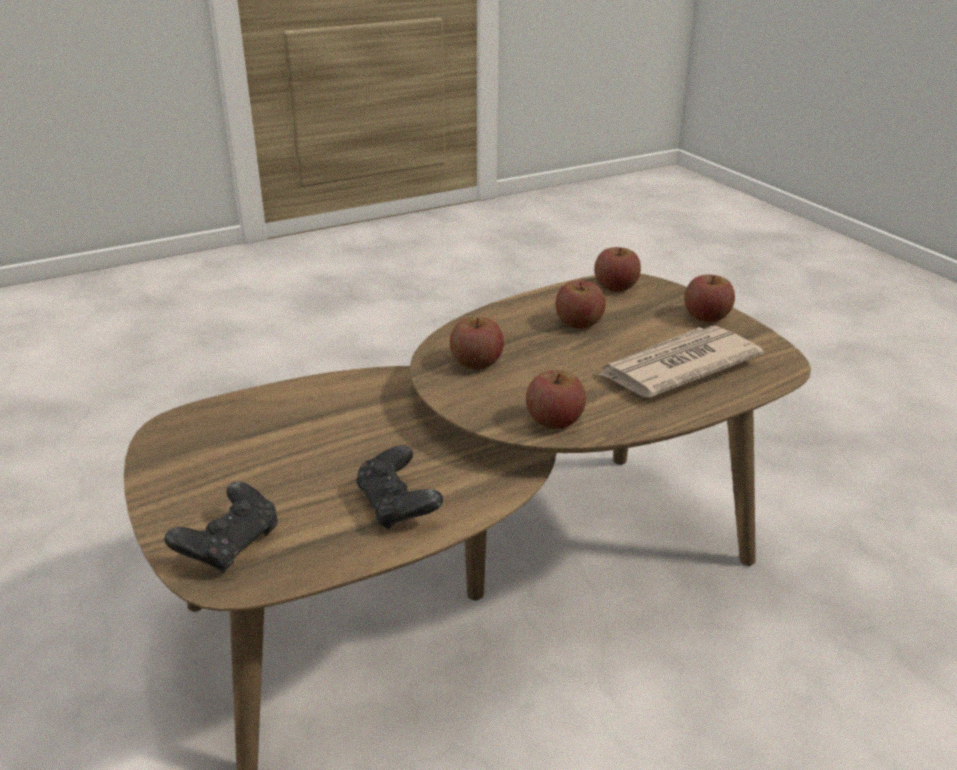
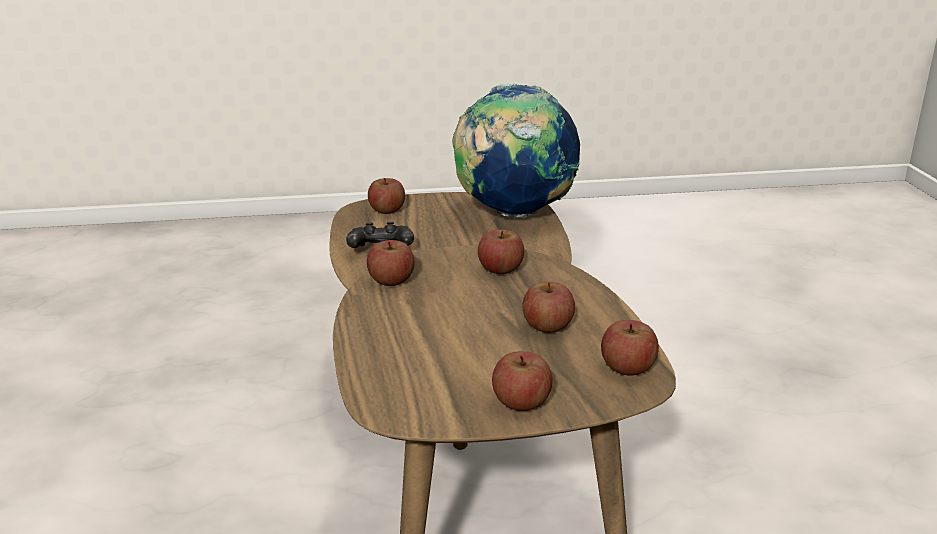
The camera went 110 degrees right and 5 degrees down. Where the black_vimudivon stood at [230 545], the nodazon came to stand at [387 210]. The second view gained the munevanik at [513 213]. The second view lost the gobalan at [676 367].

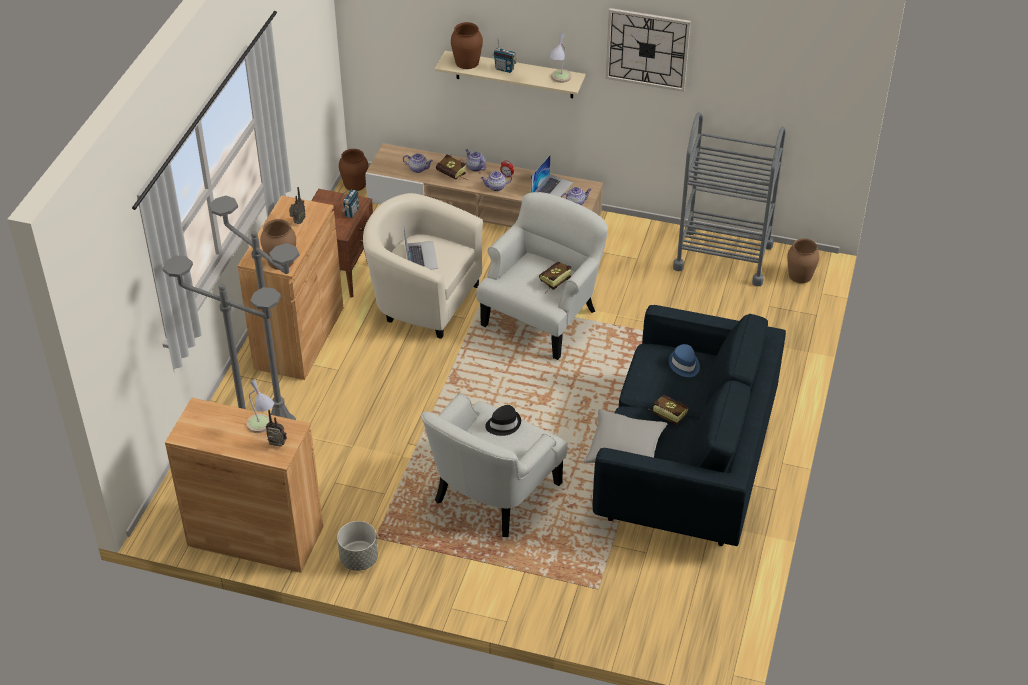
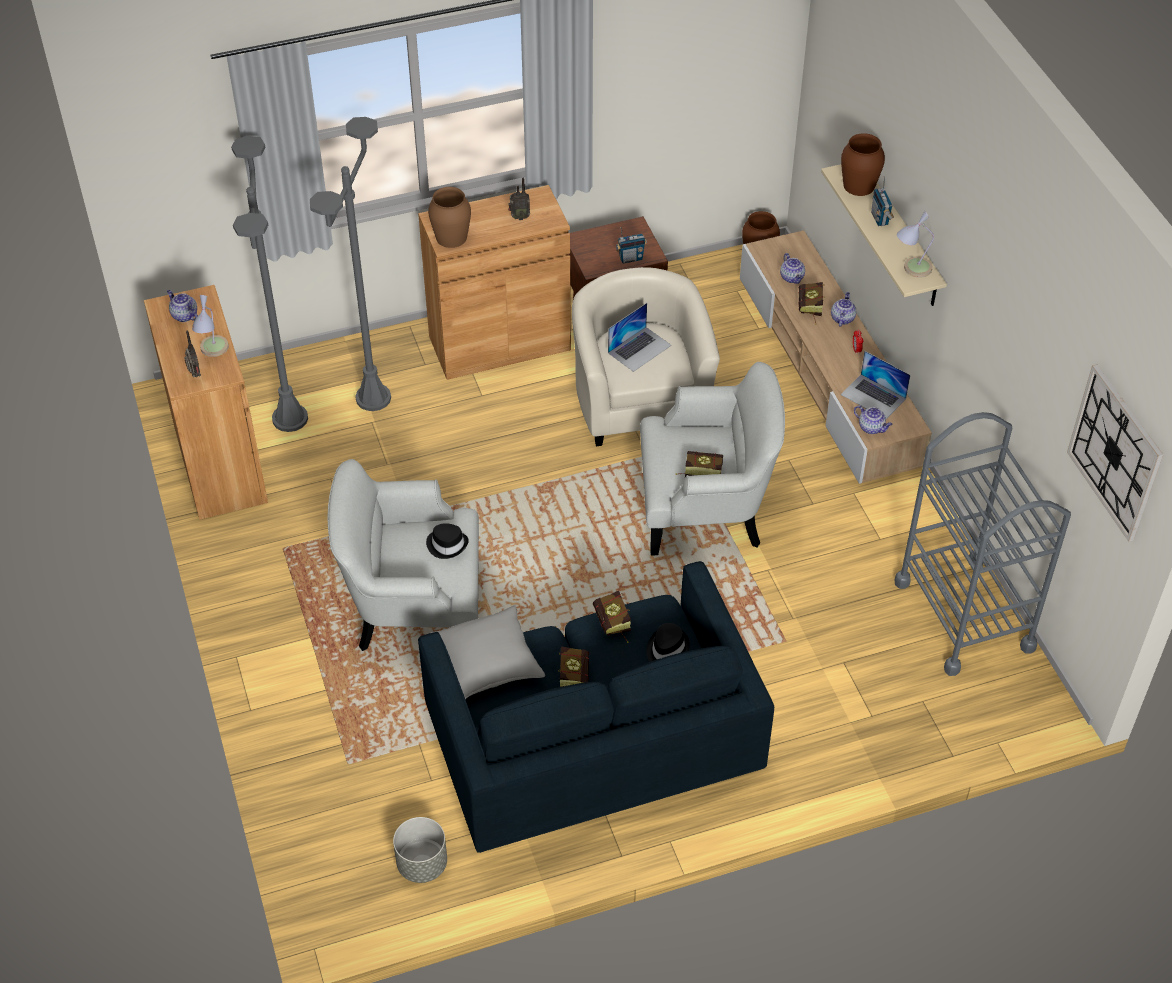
The camera went 55 degrees right and 5 degrees up. The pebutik ended up elsewhere, having gone from [496 187] to [184 315]. The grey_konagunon ended up elsewhere, having gone from [359 559] to [422 864]. The second view gained the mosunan at [613 626]. What was the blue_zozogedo at [684 365] turned into the black_zozogedo at [666 649]. The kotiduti at [552 189] ended up facing another way, 45 degrees clockwise from before. The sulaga ended up elsewhere, having gone from [647 49] to [1115 452]. The second view lost the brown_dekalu at [800 275].

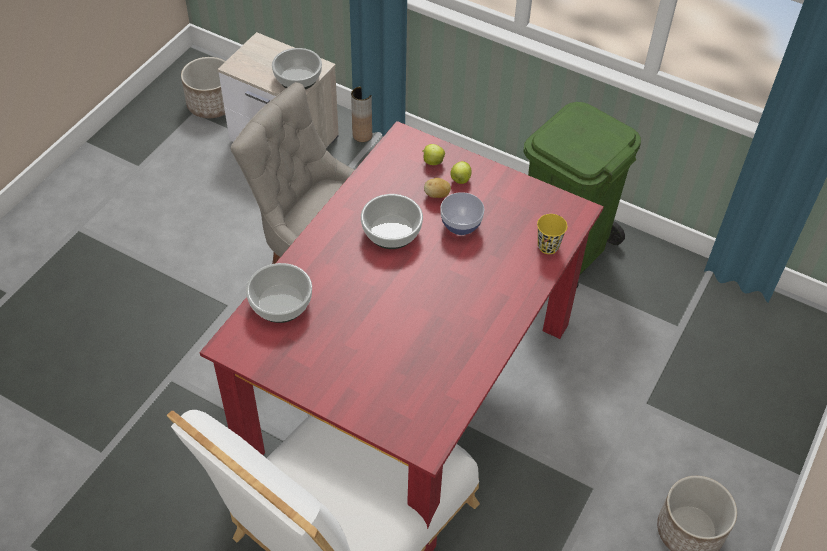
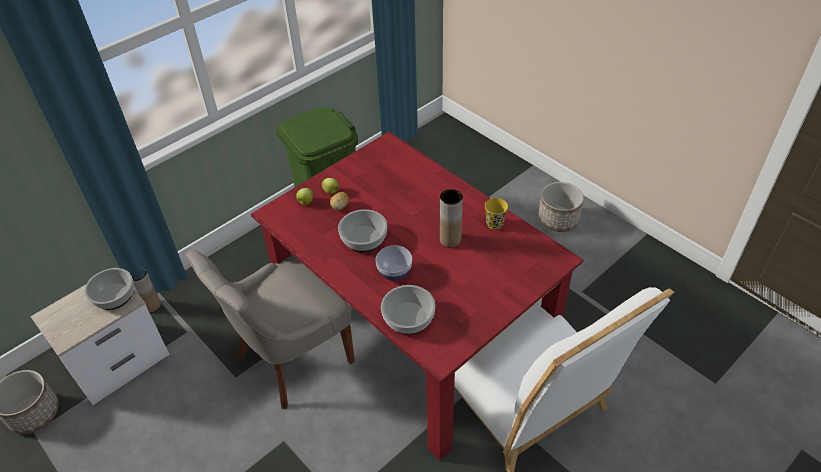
The camera went 70 degrees left and 5 degrees down. The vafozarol ended up elsewhere, having gone from [460 225] to [394 273]. The second view gained the brown_dekalu at [450 240]. The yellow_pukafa ended up elsewhere, having gone from [548 246] to [494 224].

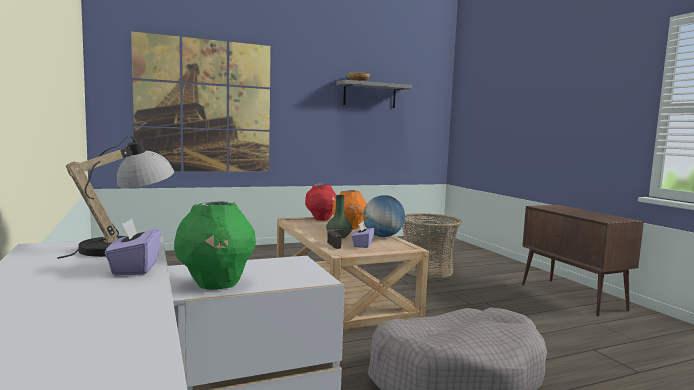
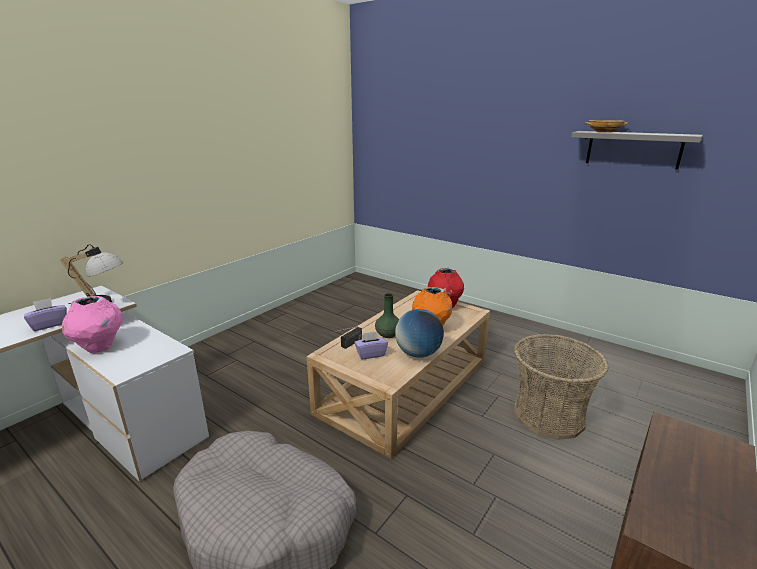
The camera went 60 degrees right and 15 degrees up. What was the green_dekalu at [216 285] turned into the pink_dekalu at [100 347]. The second view lost the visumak at [204 106].

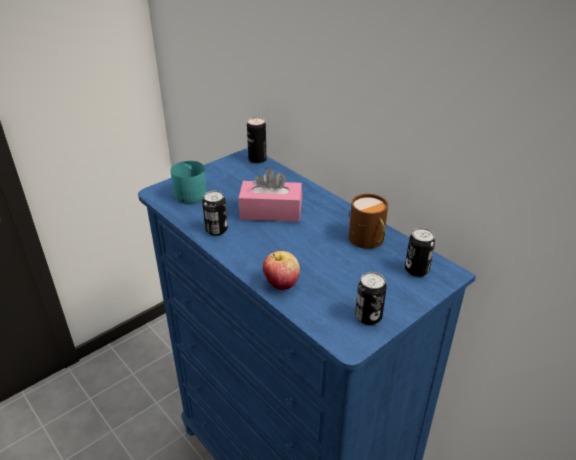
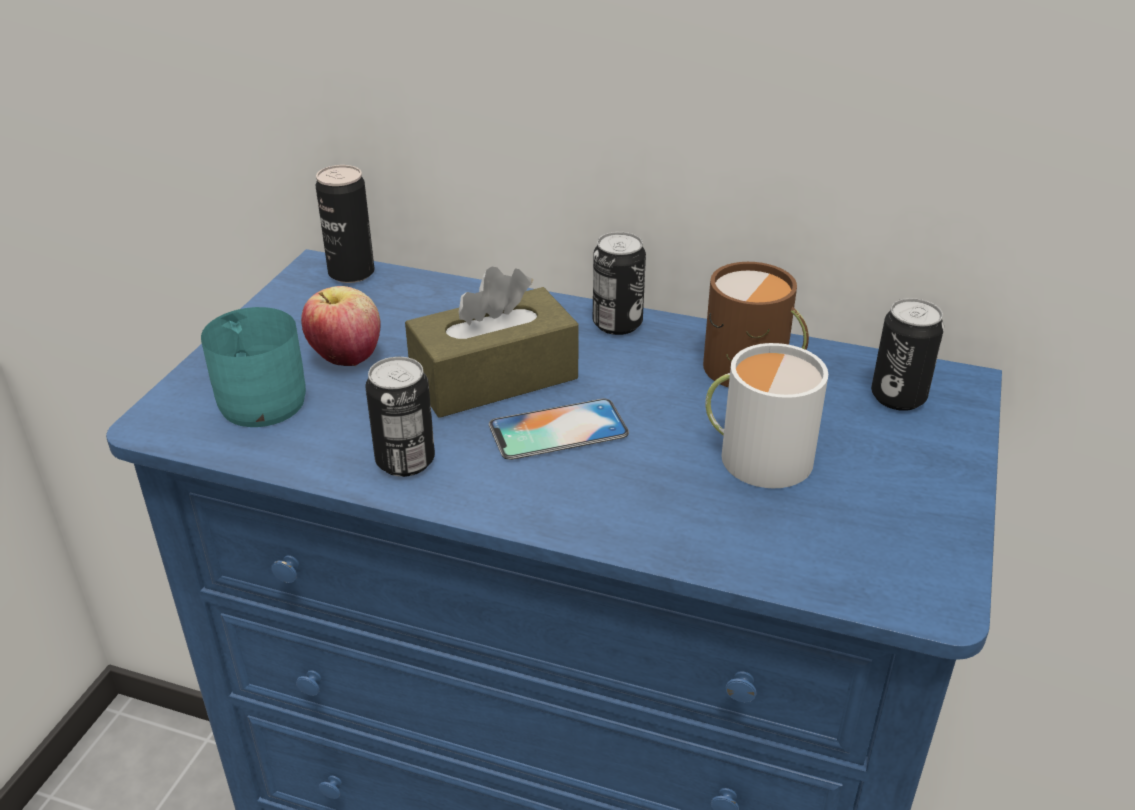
The camera went 30 degrees left and 0 degrees up. The nodazon ended up elsewhere, having gone from [281 284] to [346 357]. What was the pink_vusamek at [271 212] turned into the brown_vusamek at [494 377]. The second view gained the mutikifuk at [558 430]. The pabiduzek ended up elsewhere, having gone from [368 317] to [617 323]. The second view gained the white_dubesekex at [756 455].

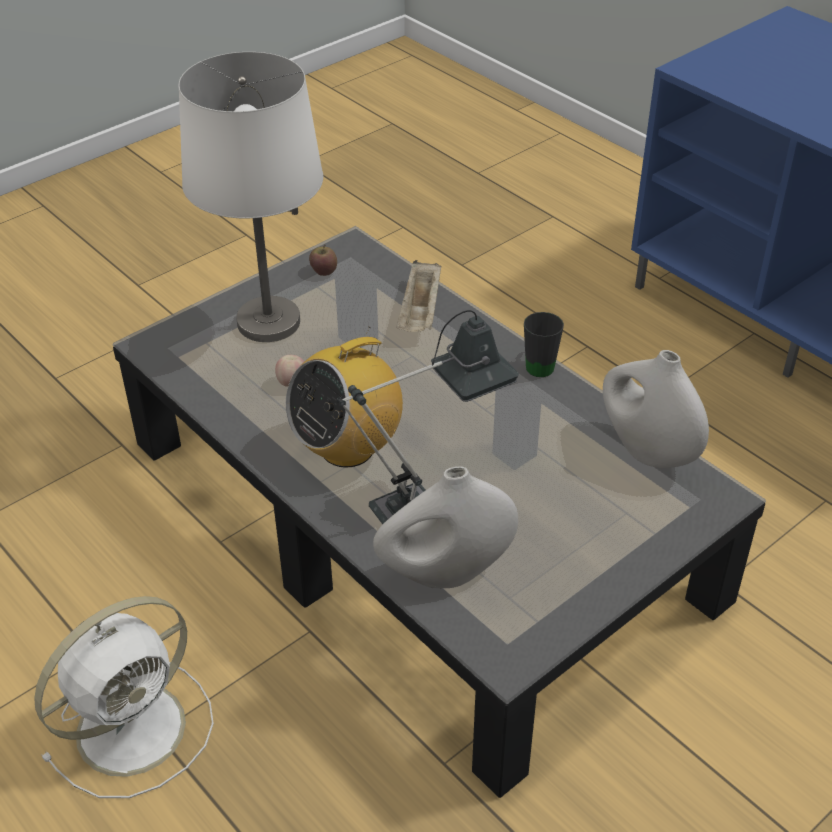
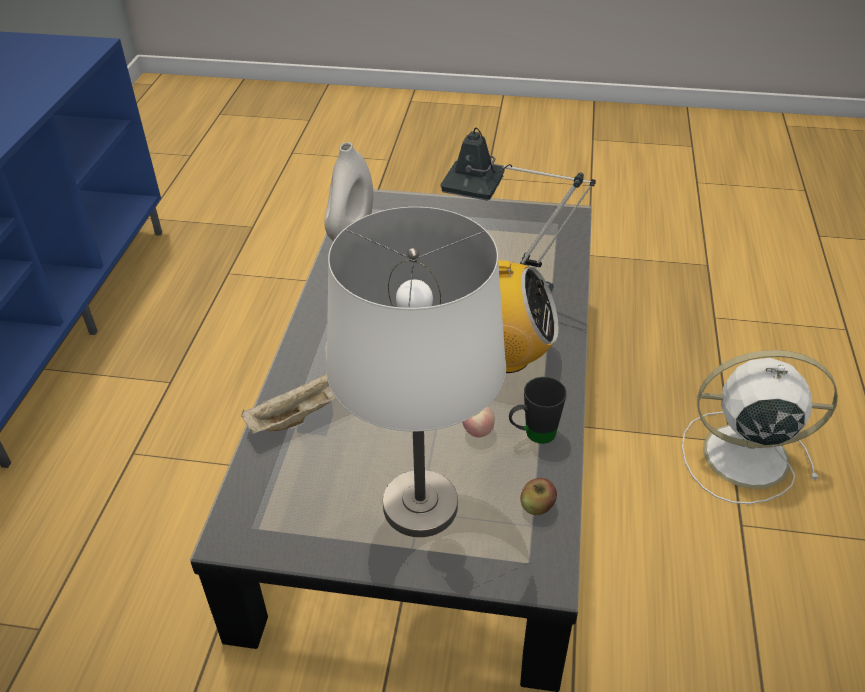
The camera went 130 degrees left and 0 degrees up. The black_dubesekex ended up elsewhere, having gone from [542 363] to [533 435]. The nodazon ended up elsewhere, having gone from [324 271] to [537 506]. The second view lost the white_dekalu at [445 574].

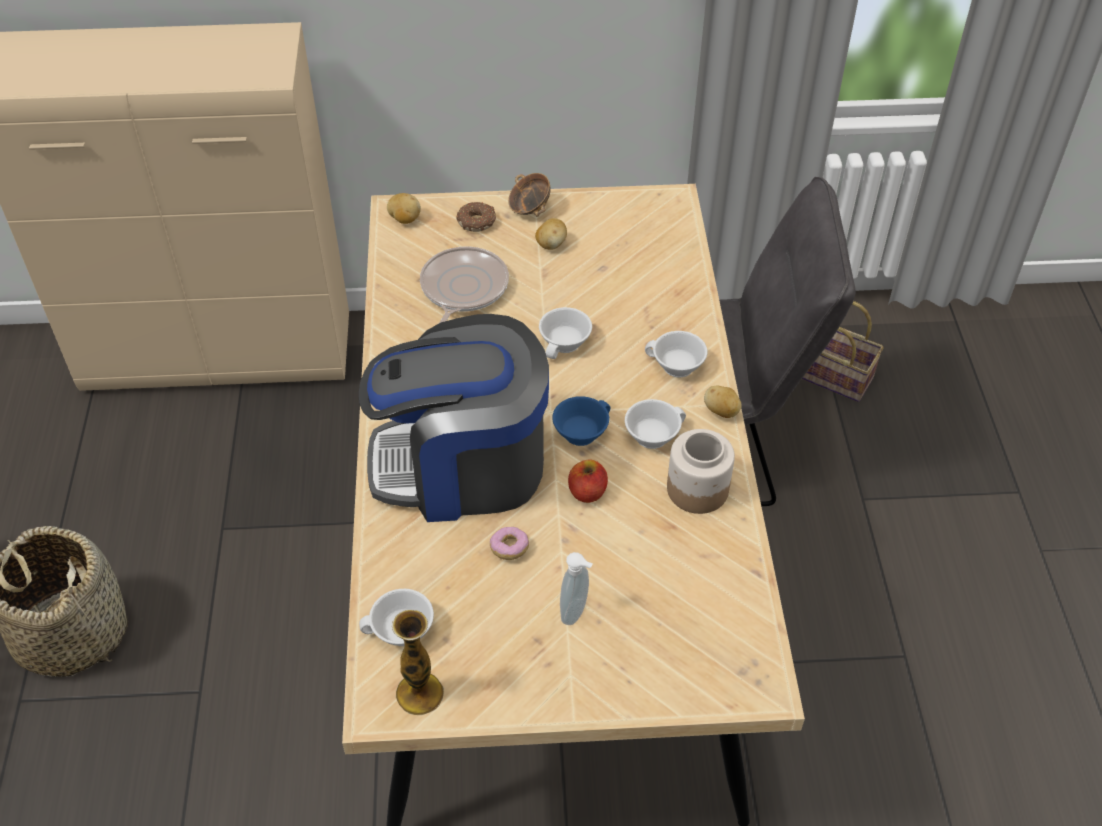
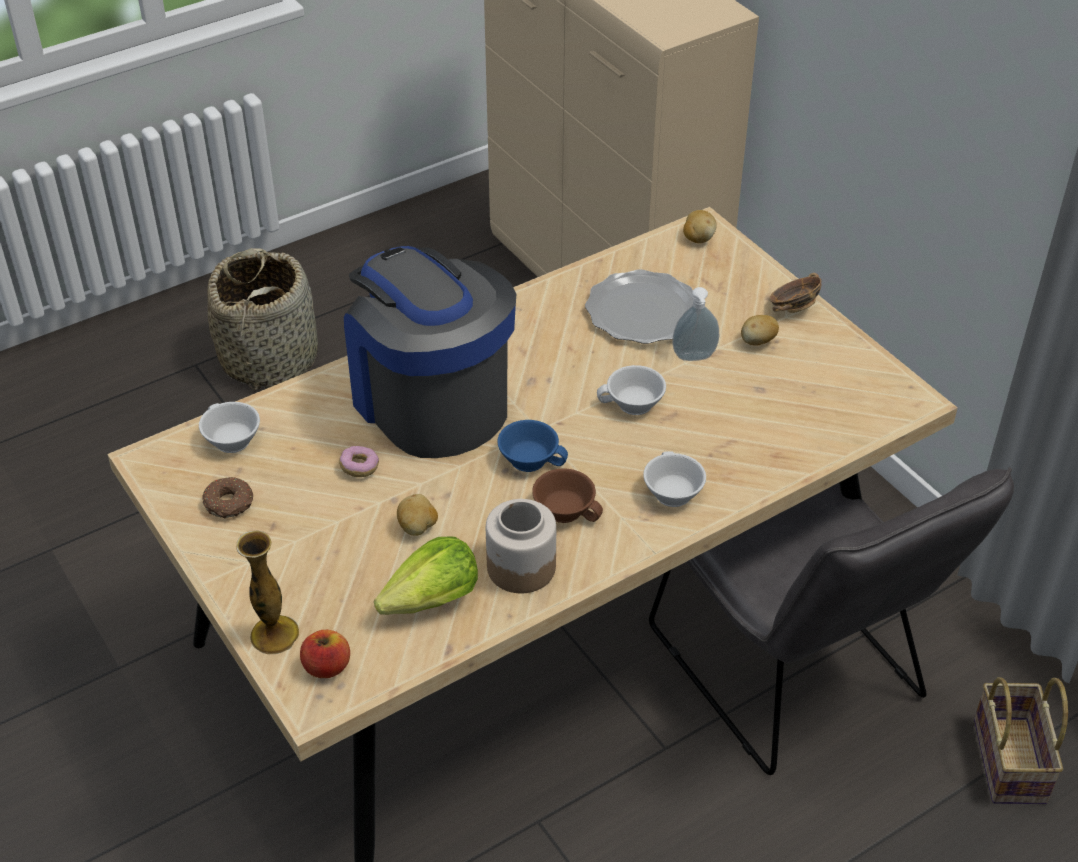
The camera went 60 degrees right and 5 degrees down. The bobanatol ended up elsewhere, having gone from [477 221] to [229 504]. The dekalu ended up elsewhere, having gone from [419 693] to [274 634]. The nodazon ended up elsewhere, having gone from [587 492] to [327 667]. The second view gained the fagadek at [432 600]. The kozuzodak ended up elsewhere, having gone from [721 412] to [418 527]. What was the white_pukafa at [652 434] turned into the brown_pukafa at [566 508]. Where the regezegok stood at [462 290], the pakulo came to stand at [641 311]. The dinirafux ended up elsewhere, having gone from [576 612] to [694 358].

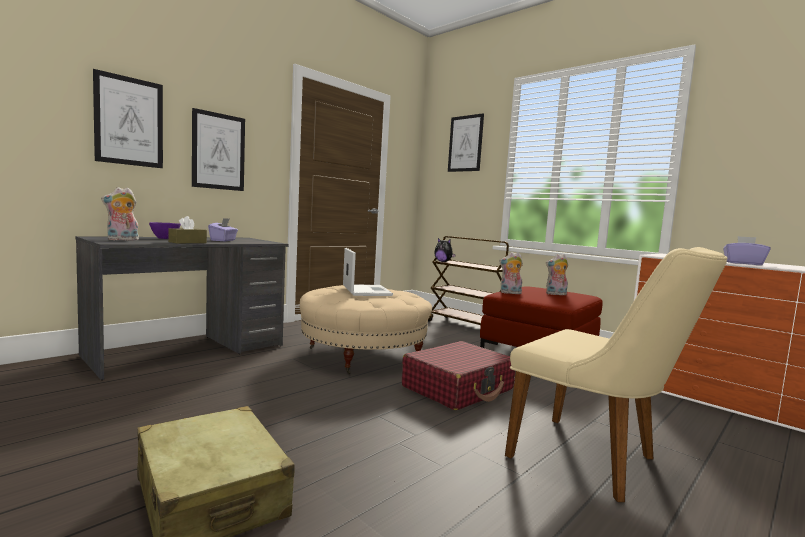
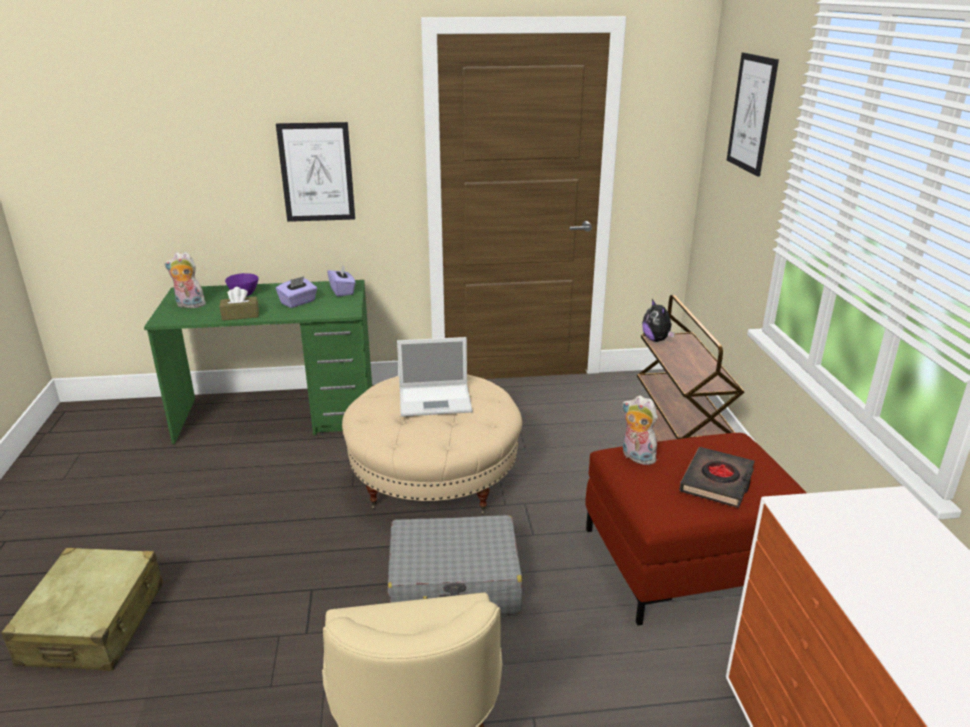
The camera went 40 degrees right and 20 degrees up. What was the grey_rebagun at [188 351] turned into the green_rebagun at [278 416]. The purple_vusamek ended up elsewhere, having gone from [743 263] to [342 291]. What was the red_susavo at [458 388] turned into the grey_susavo at [455 583]. The kotiduti at [366 291] ended up facing another way, 60 degrees clockwise from before. Where the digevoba stood at [556 294], the black_mosunan came to stand at [717 482]. The second view lost the visumak at [129 121].

